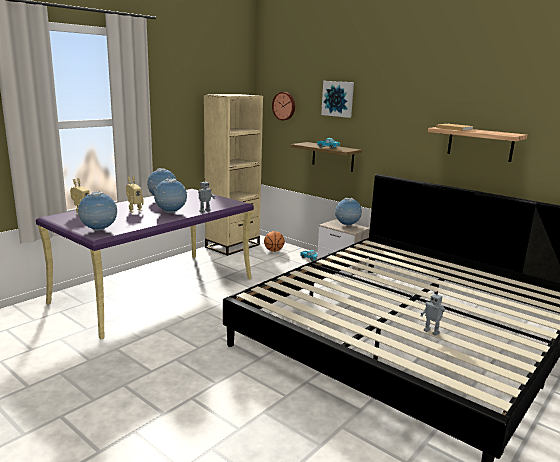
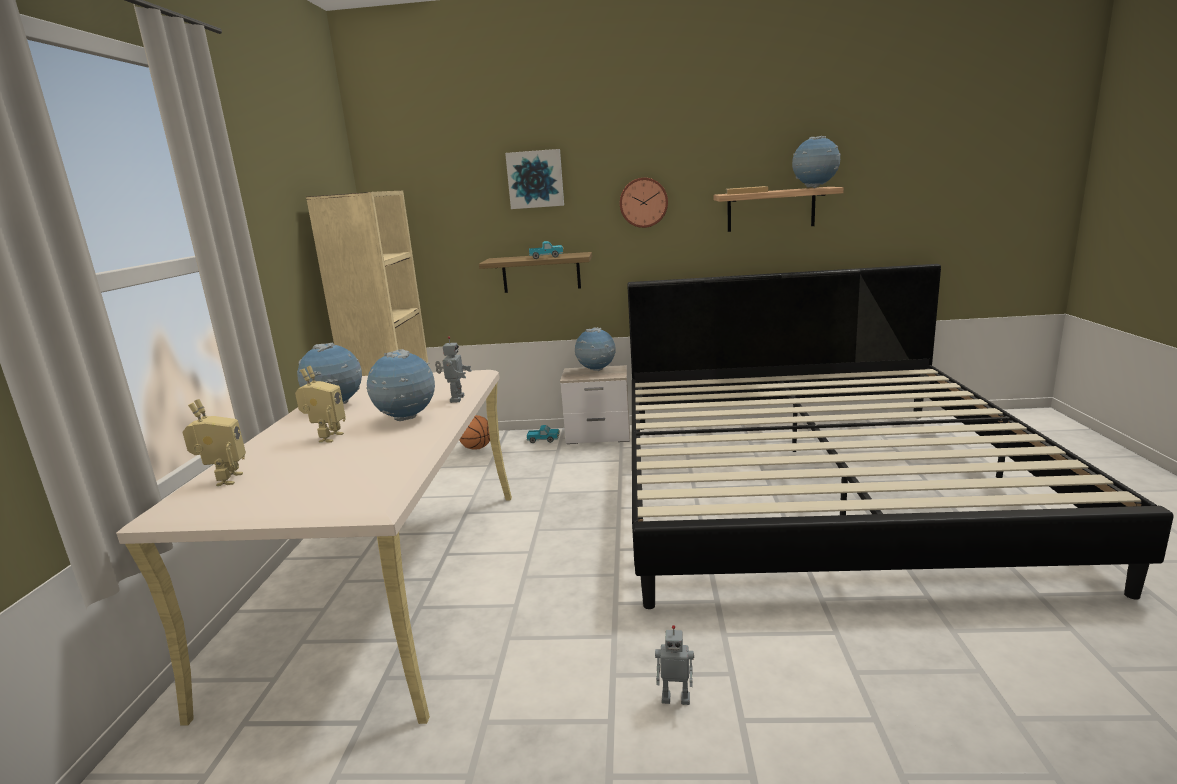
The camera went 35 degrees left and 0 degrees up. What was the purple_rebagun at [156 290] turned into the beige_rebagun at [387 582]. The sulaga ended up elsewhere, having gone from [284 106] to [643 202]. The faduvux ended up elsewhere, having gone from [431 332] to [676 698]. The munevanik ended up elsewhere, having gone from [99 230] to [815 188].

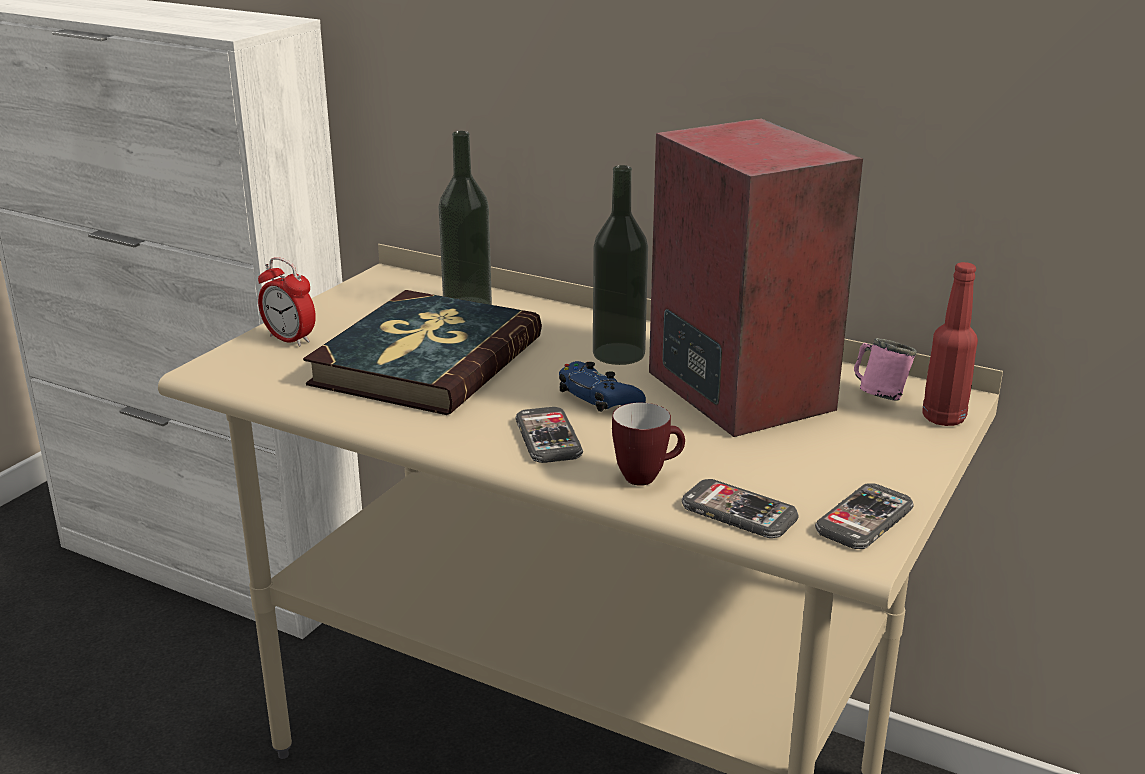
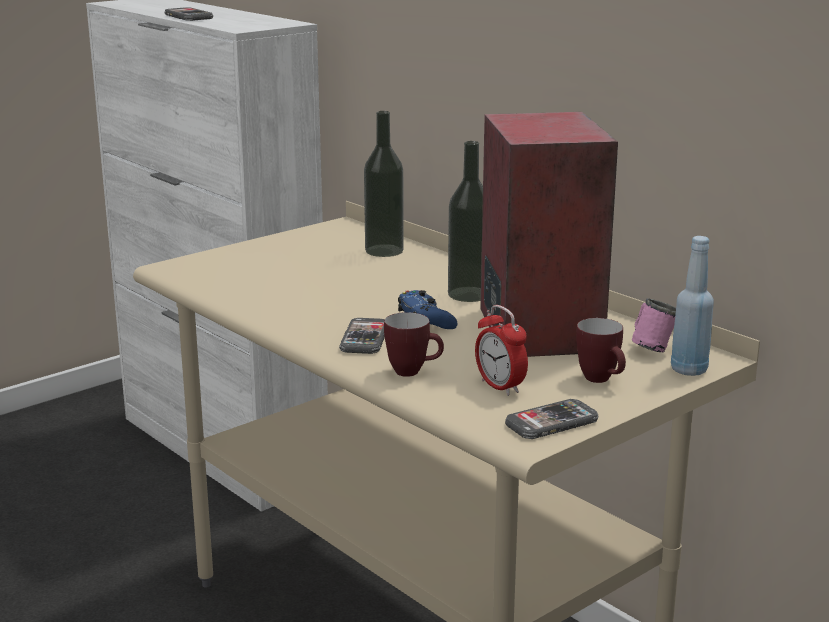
The camera went 20 degrees right and 5 degrees down. The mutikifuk ended up elsewhere, having gone from [739 512] to [188 16]. The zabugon ended up elsewhere, having gone from [290 339] to [500 387]. The second view gained the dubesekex at [602 380]. What was the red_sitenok at [943 418] turned into the blue_sitenok at [688 370]. The second view lost the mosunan at [426 360].

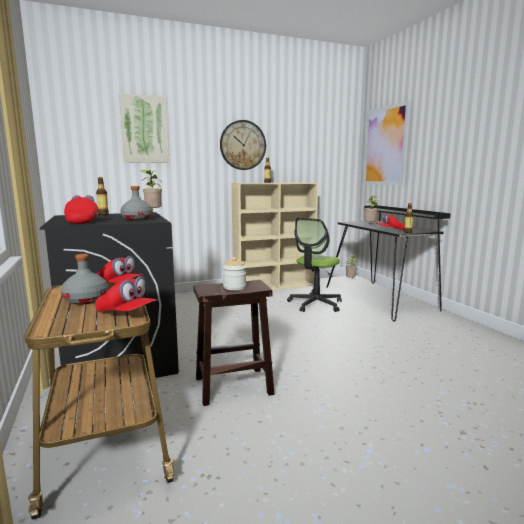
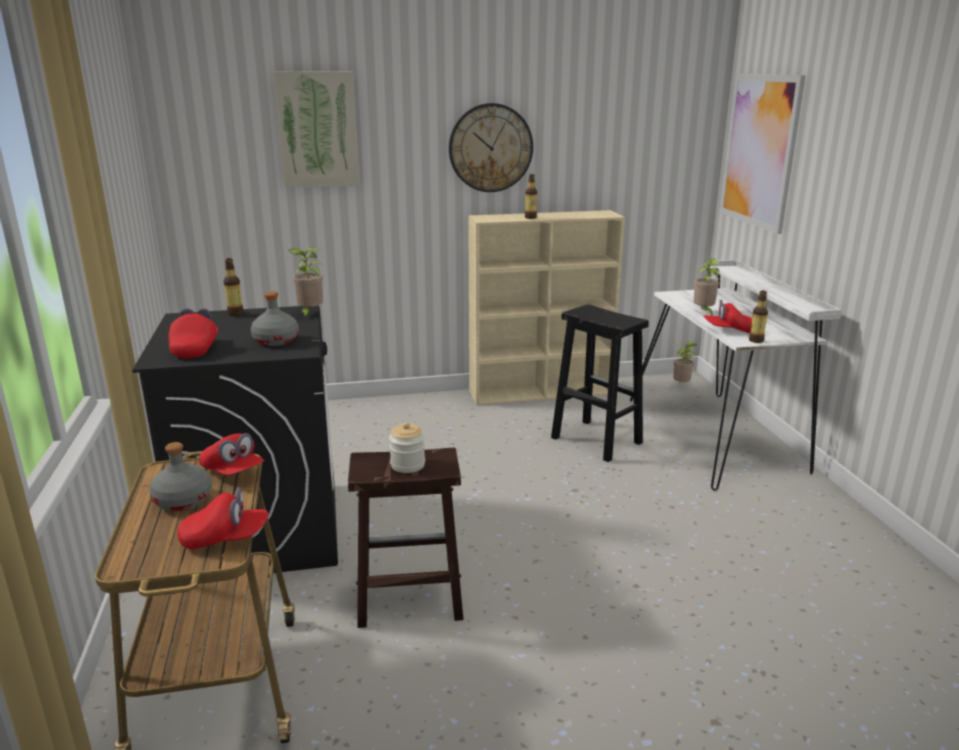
The camera went 10 degrees right and 10 degrees up. The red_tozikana at [127 313] ended up facing another way, 45 degrees counterclockwise from before. Where the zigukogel stood at [315 304], the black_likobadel came to stand at [595 440]. What was the black_rebagun at [382 298] turned into the white_rebagun at [718 435].

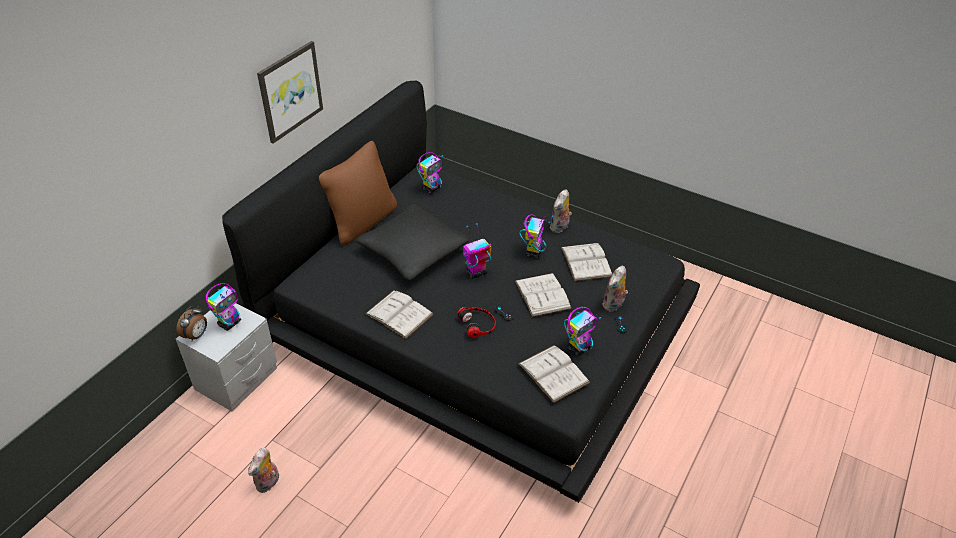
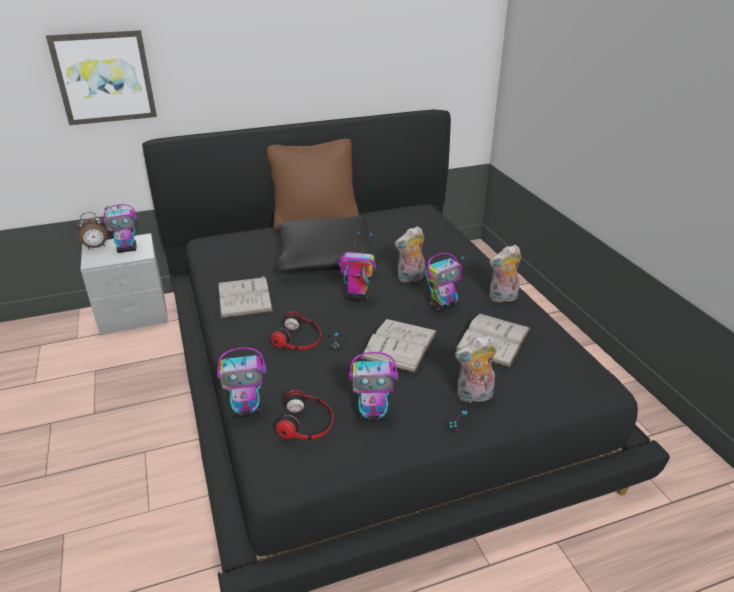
The camera went 40 degrees right and 10 degrees down. The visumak ended up elsewhere, having gone from [290 91] to [104 77]. The faduvux ended up elsewhere, having gone from [431 188] to [247 410]. Where the white_mosunan stood at [553 373], the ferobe came to stand at [307 422]. The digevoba ended up elsewhere, having gone from [268 484] to [410 278].

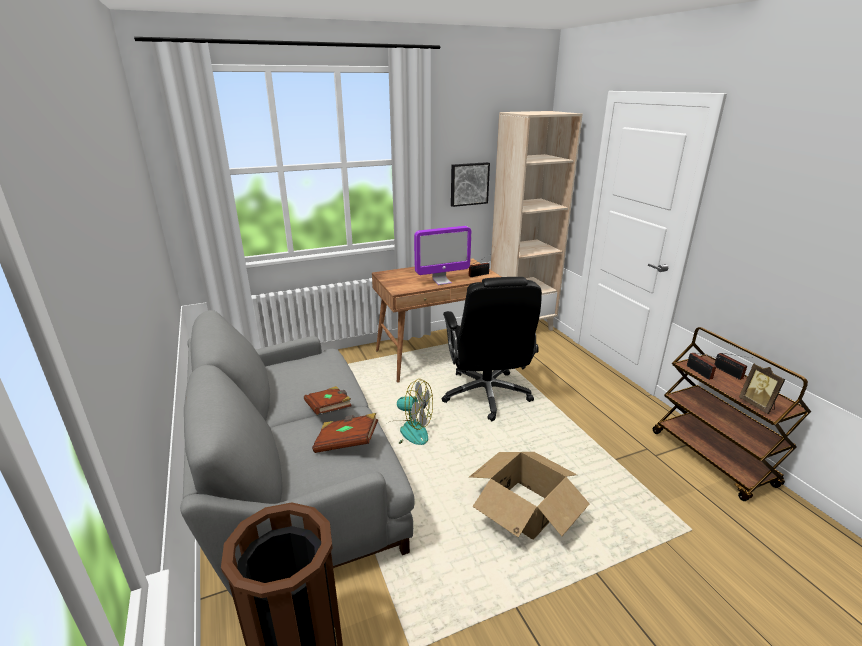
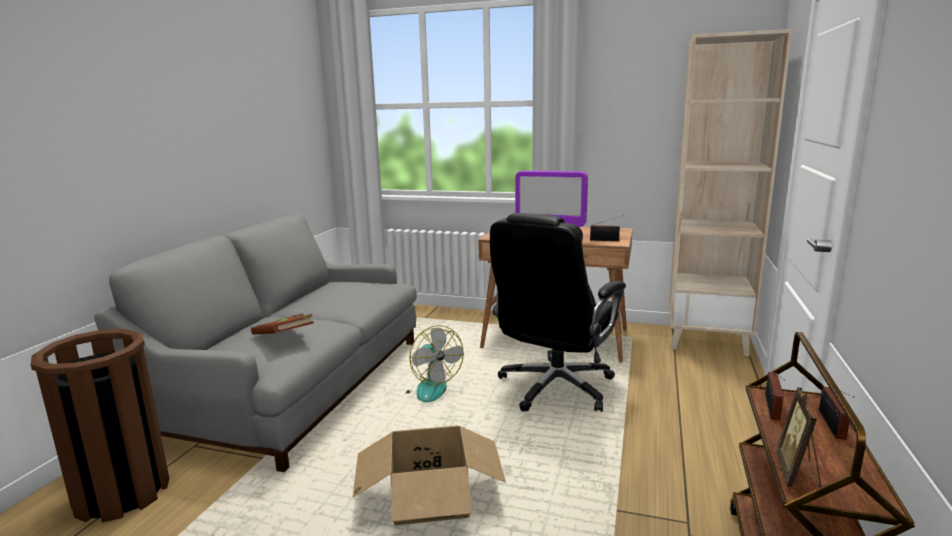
The camera went 40 degrees right and 10 degrees down. The second view lost the brown_mosunan at [329 409]. The second view lost the visumak at [469 184].

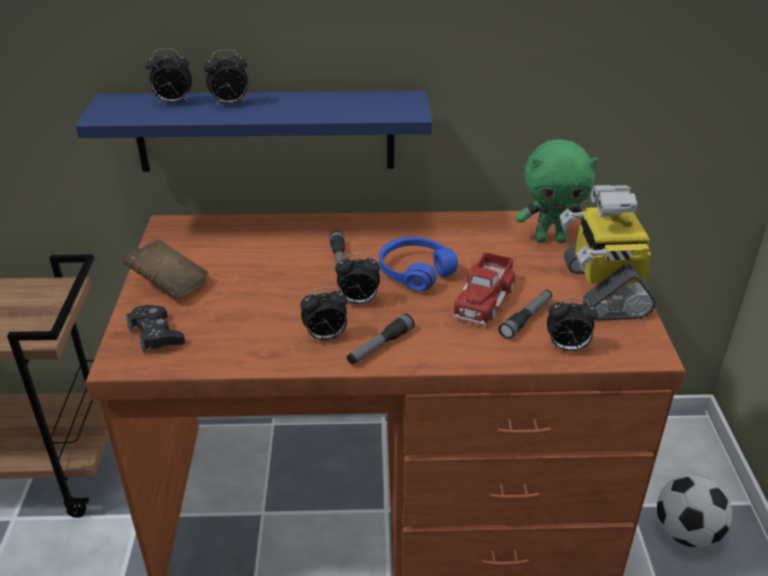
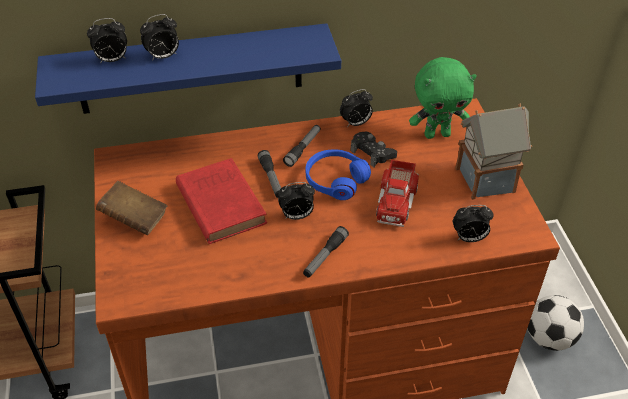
The camera went 10 degrees left and 10 degrees up. The second view gained the red_mosunan at [220 203]. The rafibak ended up elsewhere, having gone from [526 318] to [303 148]. The zabugon ended up elsewhere, having gone from [325 337] to [356 123]. The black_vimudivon ended up elsewhere, having gone from [156 335] to [372 153]. Where the faduvux stood at [602 289], the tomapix came to stand at [486 179].

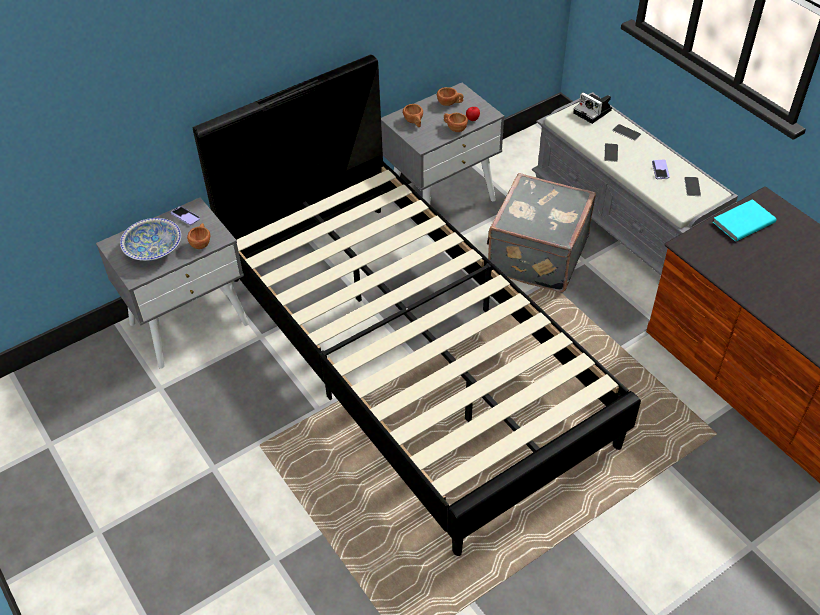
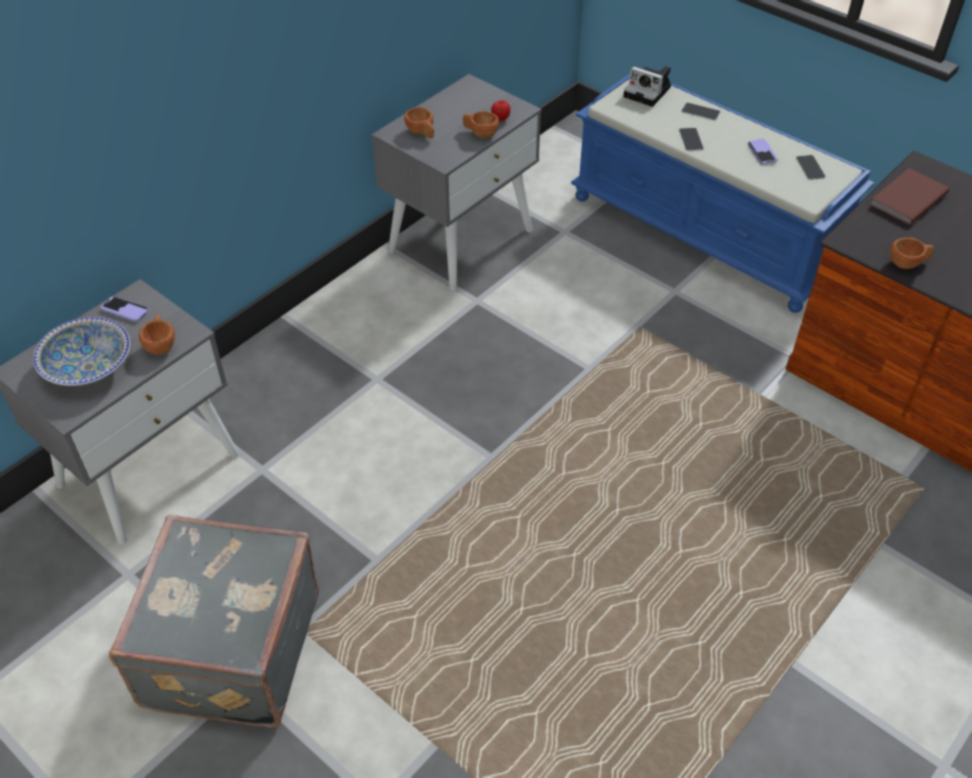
The camera went 15 degrees left and 0 degrees up. The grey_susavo ended up elsewhere, having gone from [536 255] to [228 650]. What was the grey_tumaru at [624 221] turned into the blue_tumaru at [706 232]. What was the turquoise_mosunan at [742 222] turned into the brown_mosunan at [906 199]. The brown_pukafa ended up elsewhere, having gone from [450 103] to [908 263]. The second view lost the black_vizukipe at [410 354].

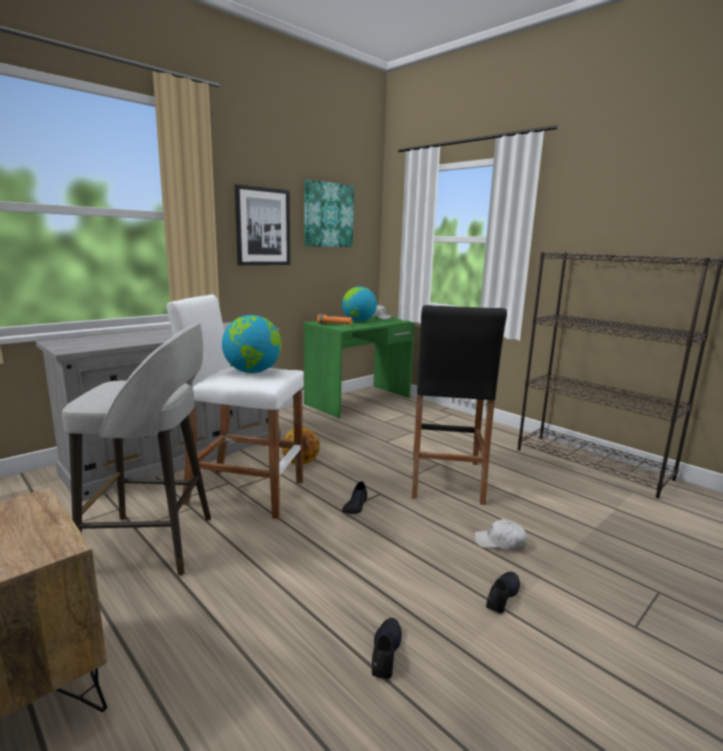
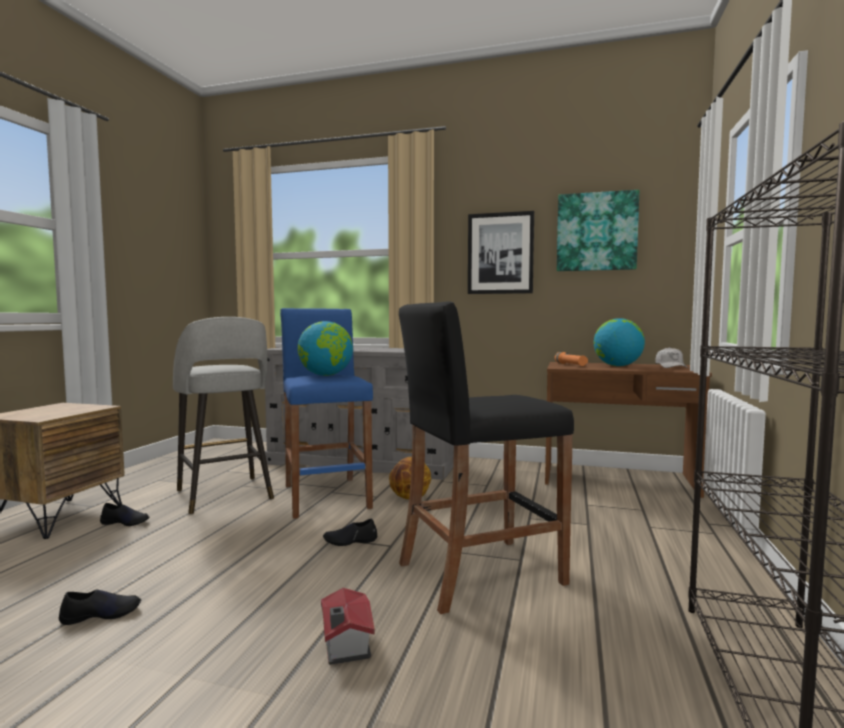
The camera went 60 degrees right and 10 degrees down. The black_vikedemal ended up elsewhere, having gone from [502 595] to [125 522]. What was the white_likobadel at [244 492] turned into the blue_likobadel at [326 496]. Where the white_tozikana stood at [500 543], the tomapix came to stand at [345 645]. What was the green_rebagun at [360 401] turned into the brown_rebagun at [618 479].

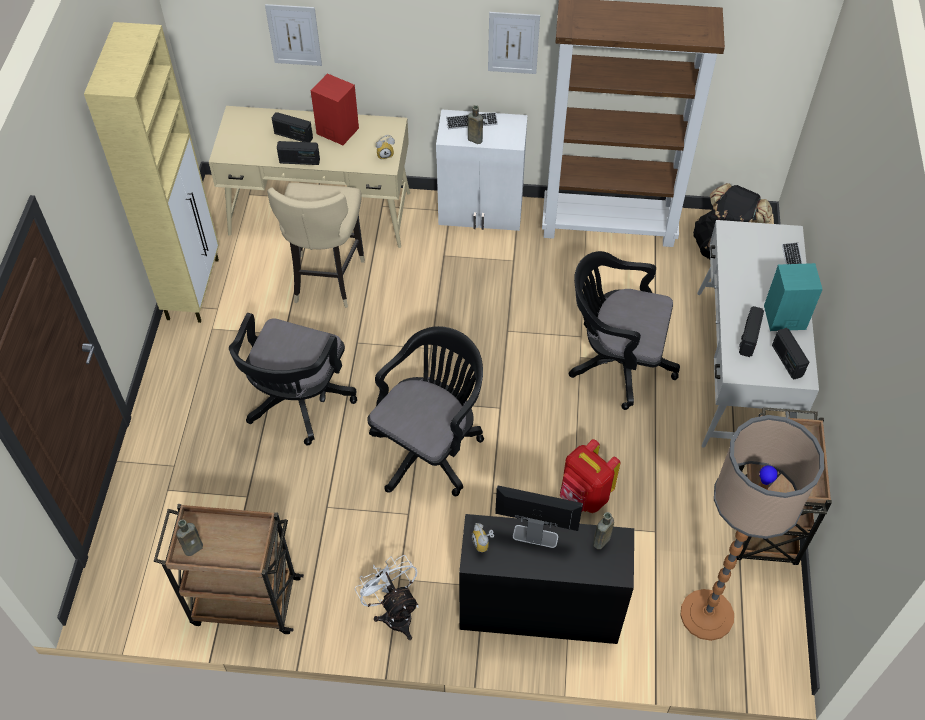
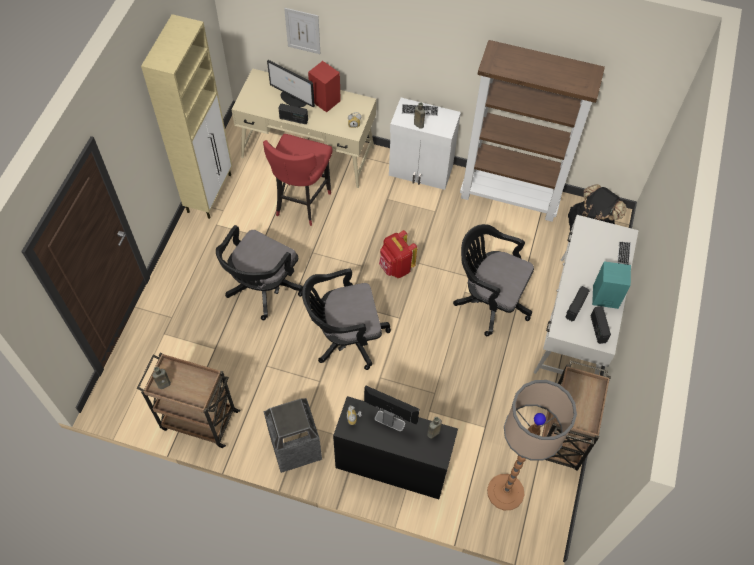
The camera went 10 degrees right and 5 degrees up. What was the beige_likobadel at [326 279] turned into the red_likobadel at [301 202]. Where the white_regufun stood at [394 612], the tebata came to stand at [295 447]. Where the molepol stood at [293 136], the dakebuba came to stand at [293 99]. The black_zigukogel at [430 447] ended up facing another way, 150 degrees counterclockwise from before. The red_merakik ended up elsewhere, having gone from [584 496] to [396 267]. The second view lost the visumak at [513 43].

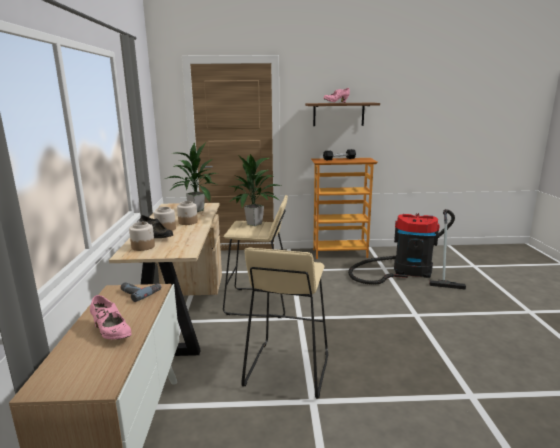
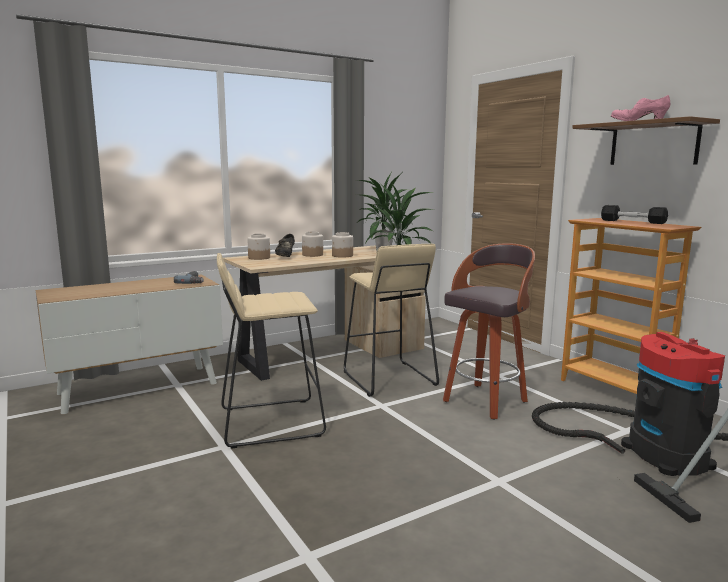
The camera went 60 degrees right and 5 degrees down. The second view gained the likobadel at [486 401]. The second view lost the pink_vikedemal at [111 333].

